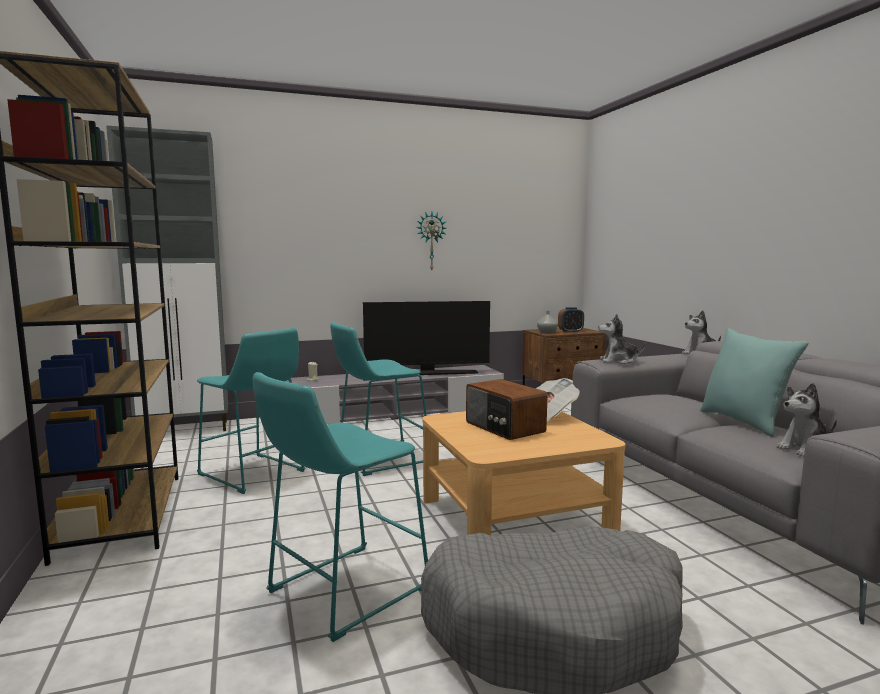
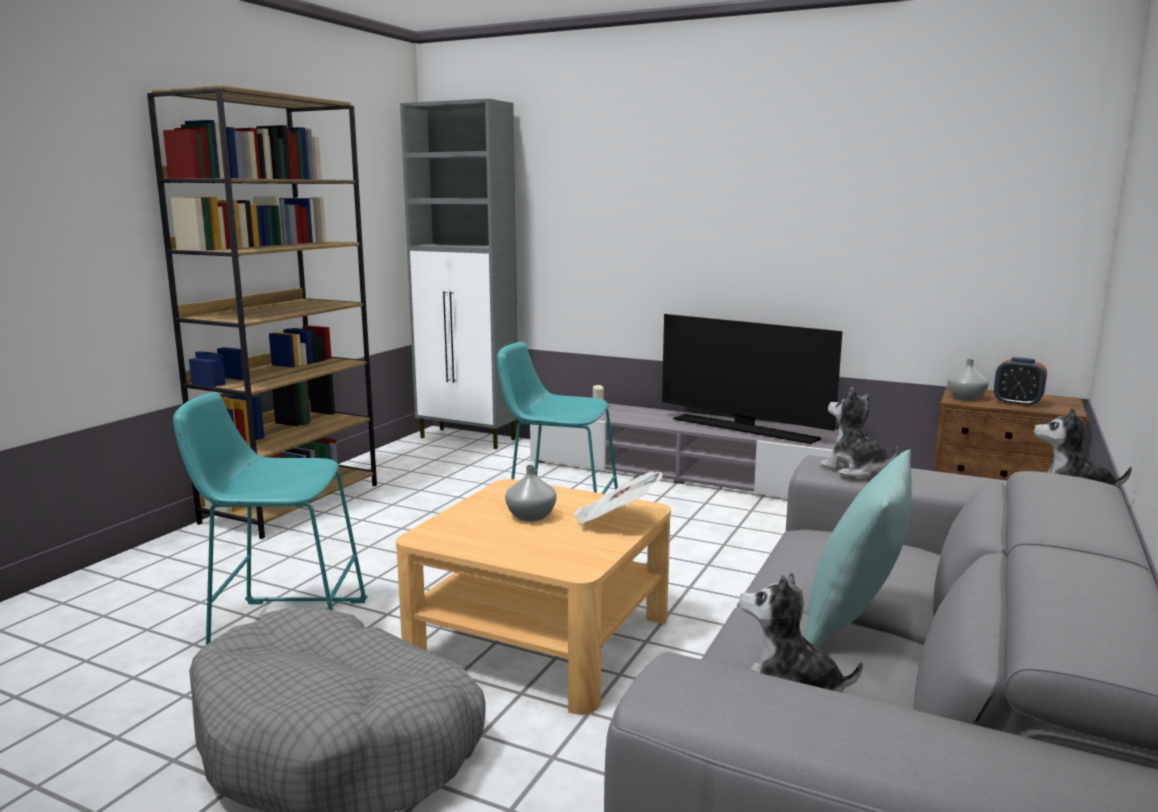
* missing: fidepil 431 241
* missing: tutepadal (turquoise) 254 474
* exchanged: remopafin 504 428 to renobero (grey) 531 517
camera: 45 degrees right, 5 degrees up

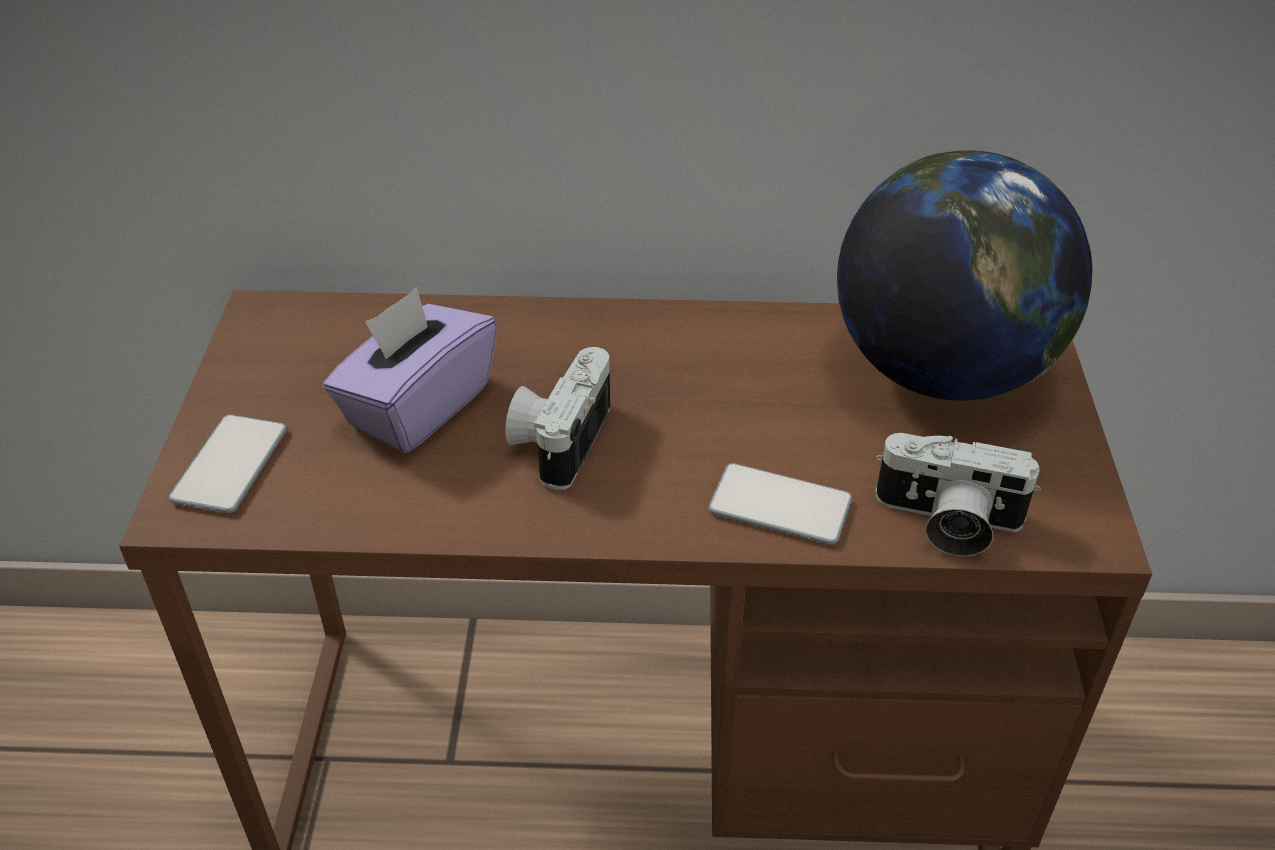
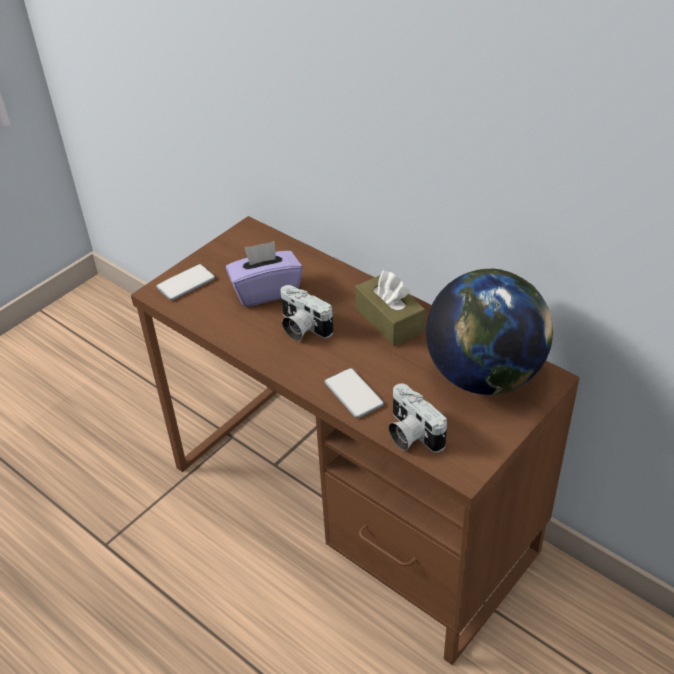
* spun: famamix 559 439 = 301 328 105 degrees counterclockwise
* appeared: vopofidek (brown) 389 320
camera: 40 degrees right, 0 degrees up

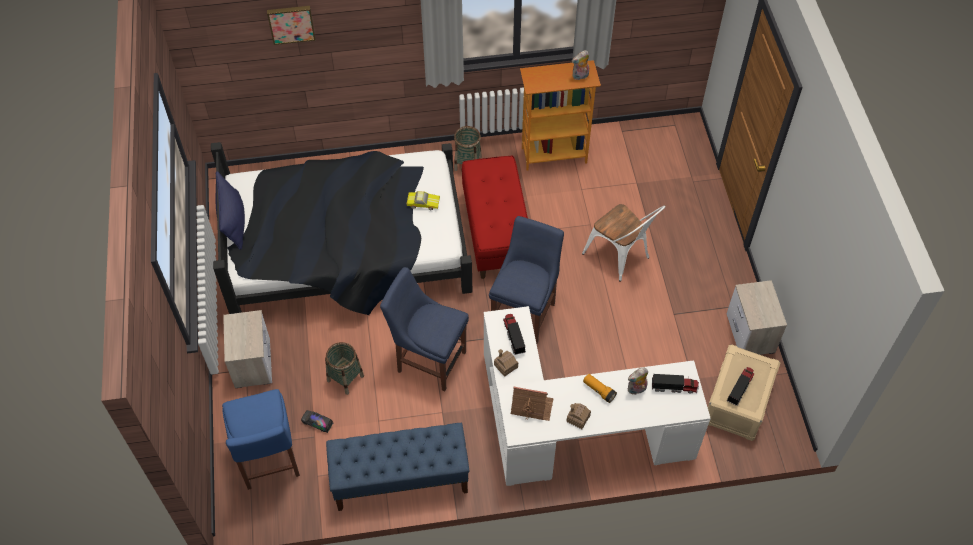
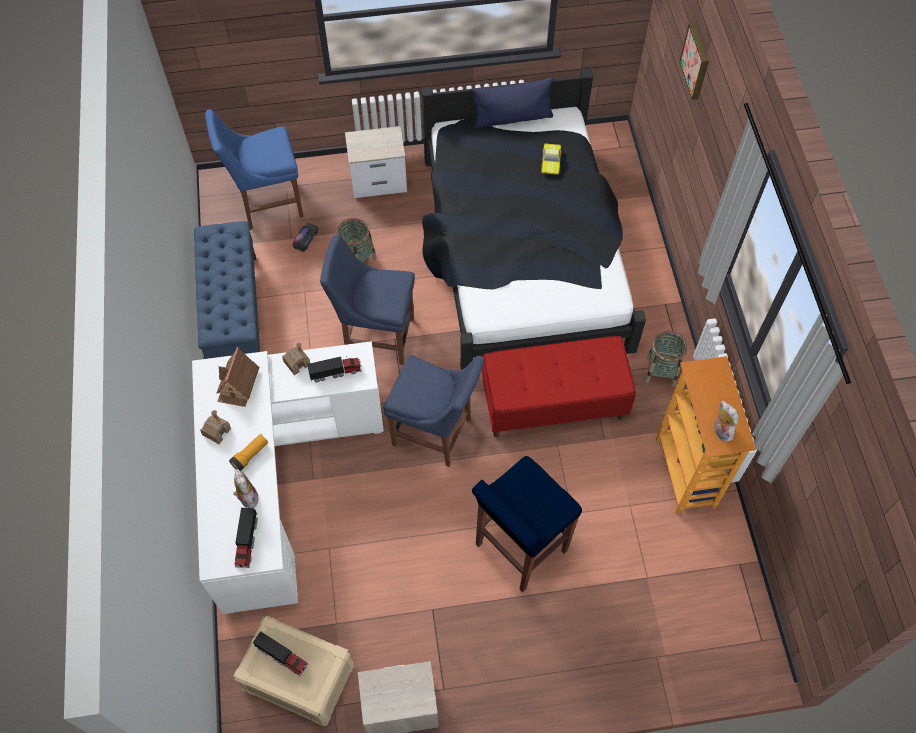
* relocated: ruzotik 423 202 to 551 162
* exchanged: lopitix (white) 620 258 to tutepadal (blue) 520 548
* spun: lopitix (blue) 428 360 = 375 335 105 degrees counterclockwise
camera: 90 degrees right, 5 degrees up

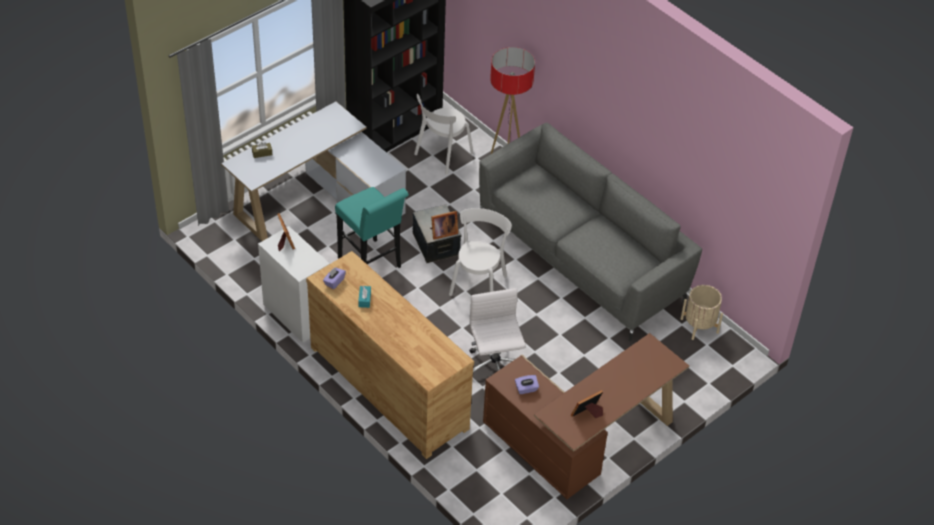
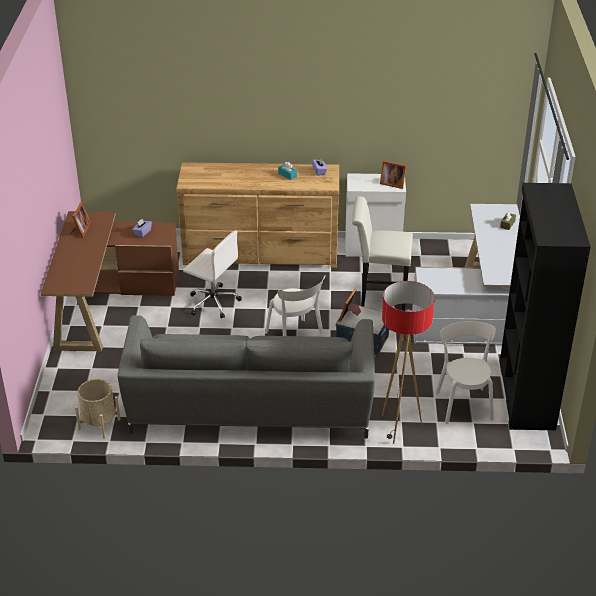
* colour: tutepadal (turquoise) 372 265 to tutepadal (white) 378 301
camera: 135 degrees right, 10 degrees down

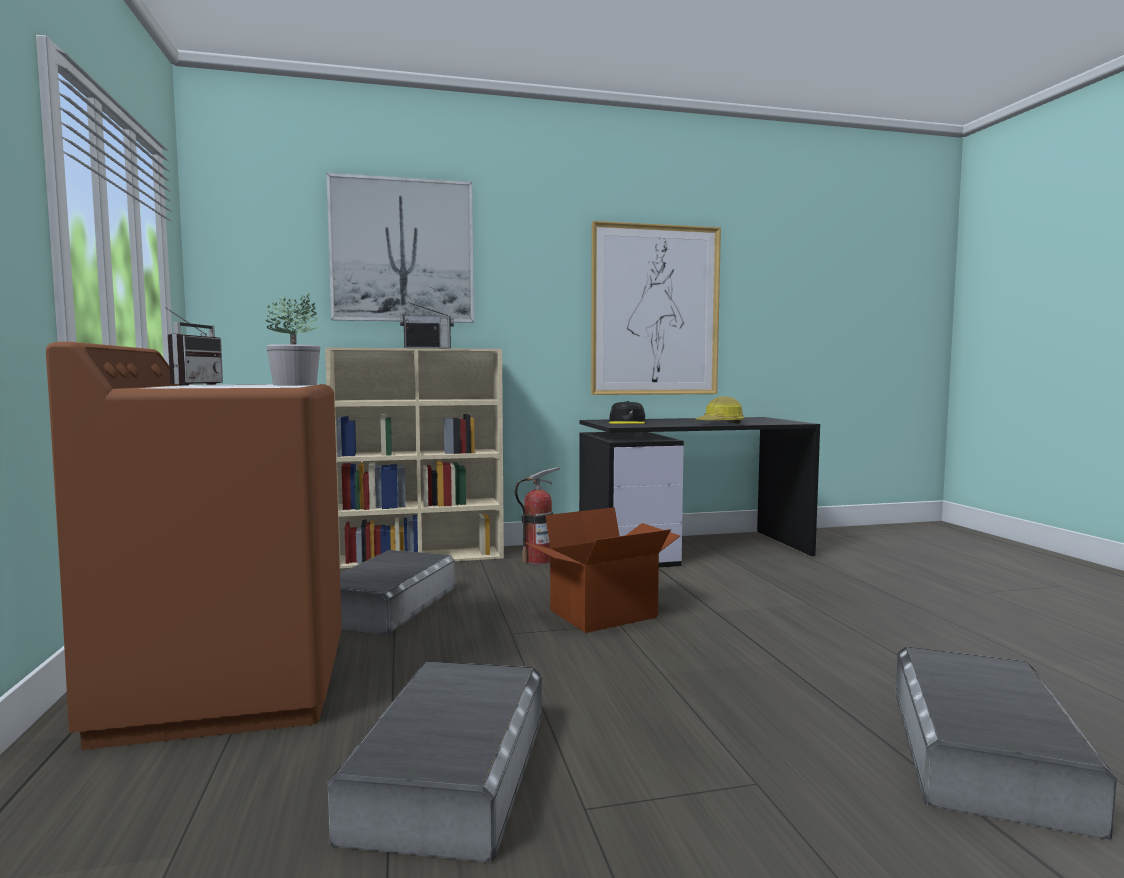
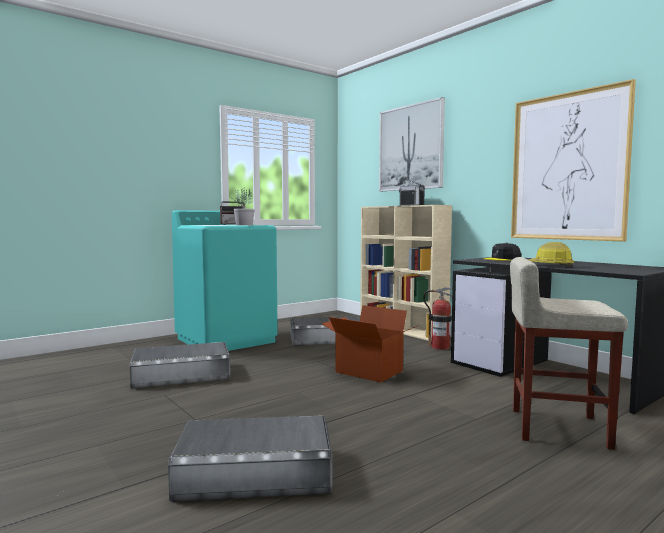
* colour: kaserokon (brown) 228 687 to kaserokon (turquoise) 226 340
* appeared: tutepadal (beige) 557 428
camera: 65 degrees right, 0 degrees up

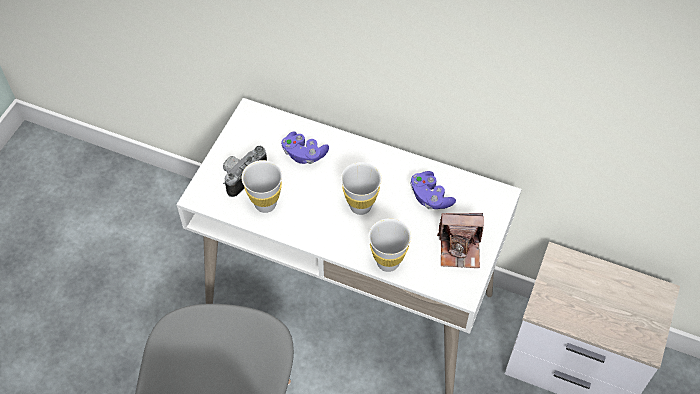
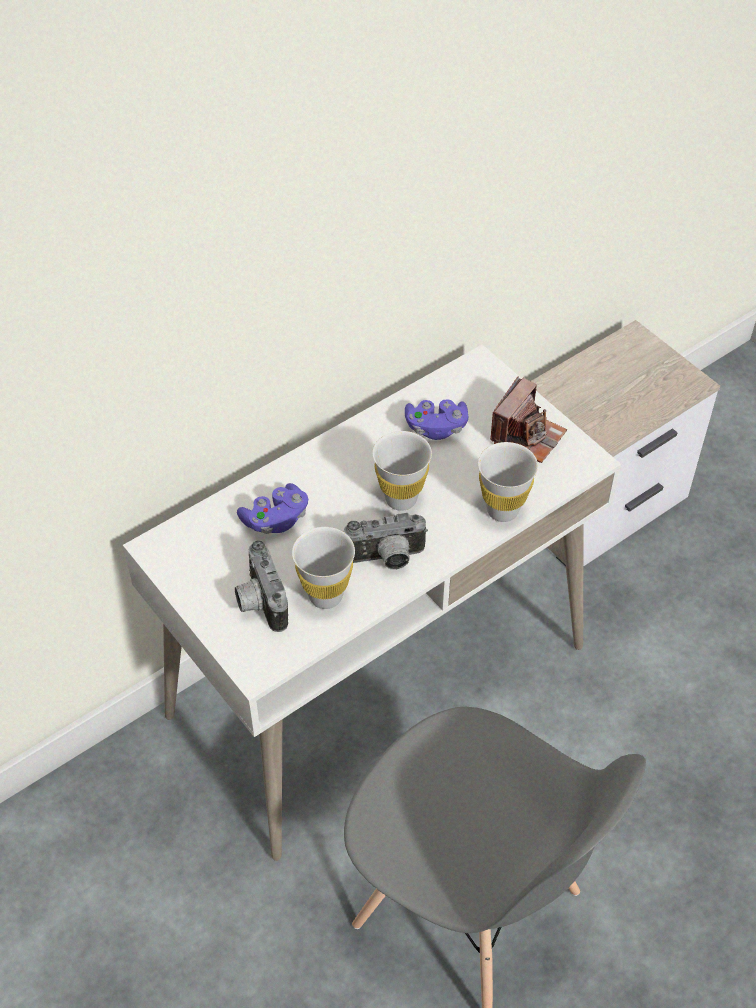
* appeared: famamix 386 559
camera: 60 degrees left, 5 degrees down

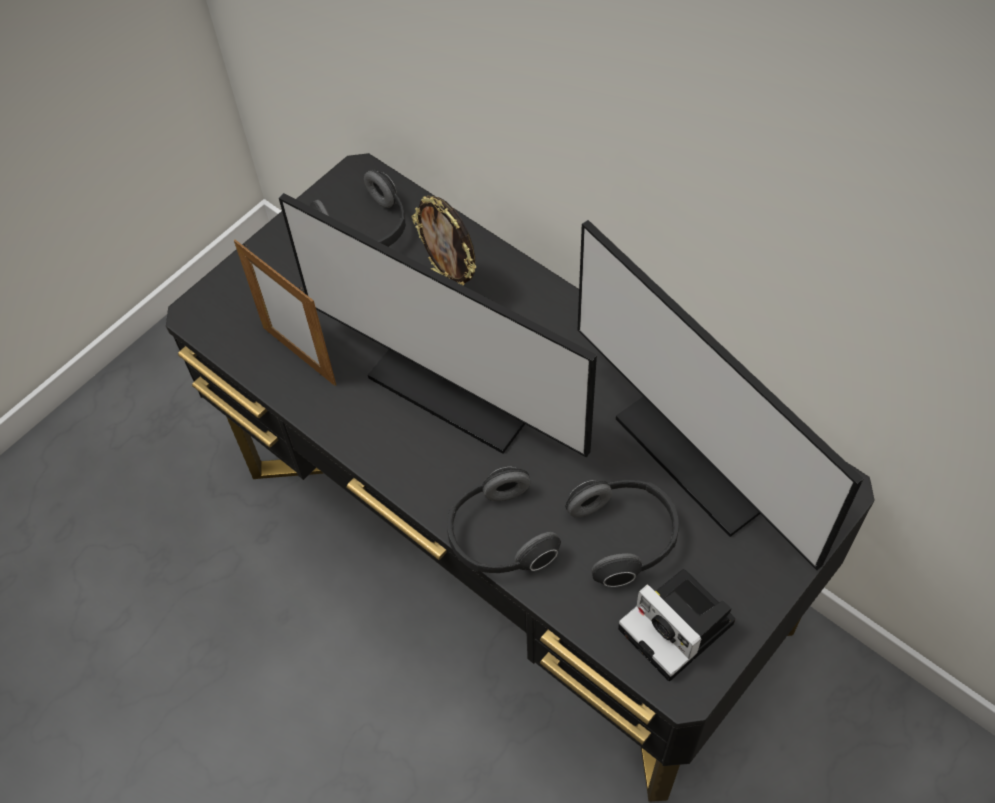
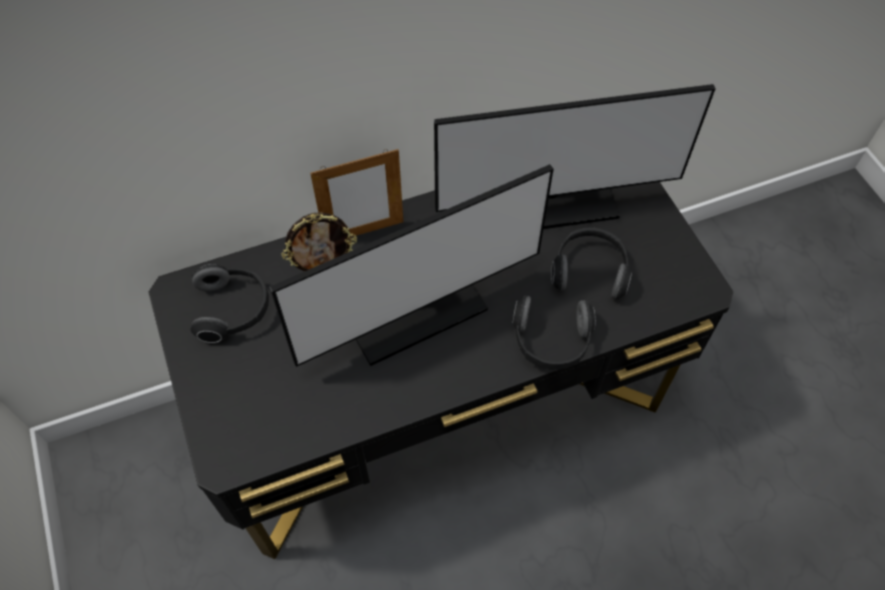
* relocated: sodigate 299 356 to 364 232
* missing: famamix 680 628
camera: 65 degrees left, 0 degrees up

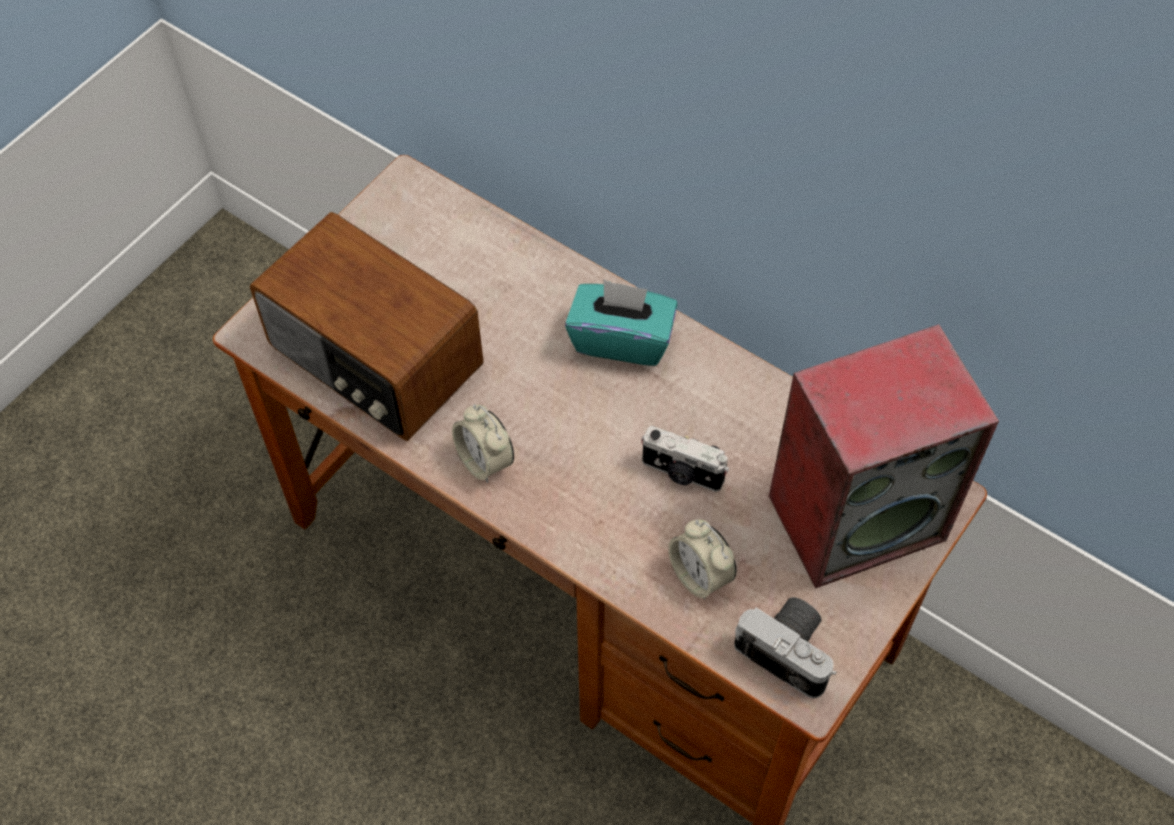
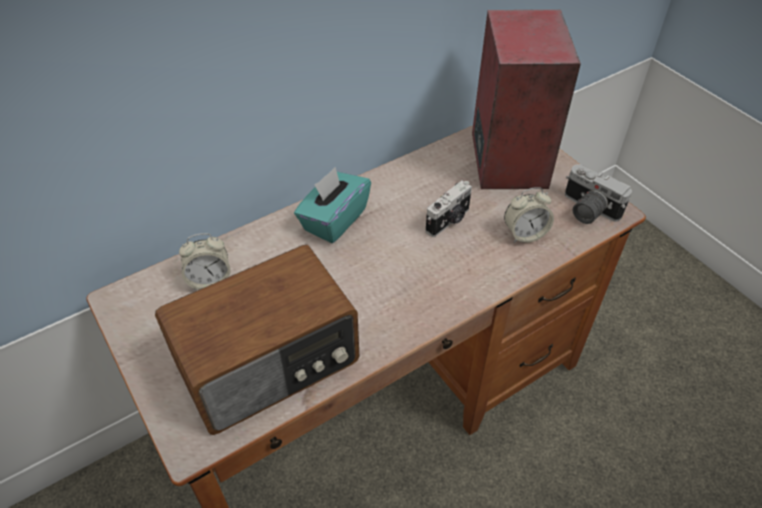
* relocated: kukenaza 485 461 to 210 280
* spun: famamix 790 650 = 586 210 105 degrees counterclockwise
camera: 70 degrees left, 10 degrees down

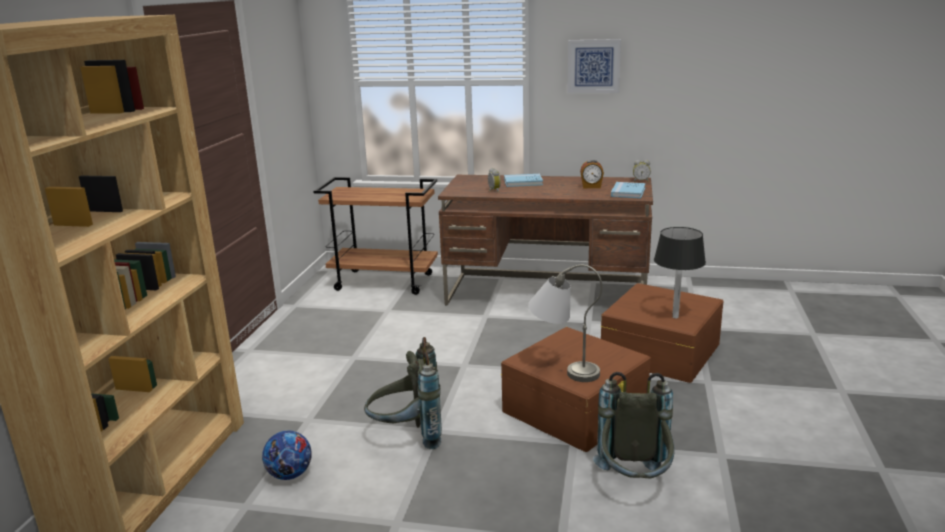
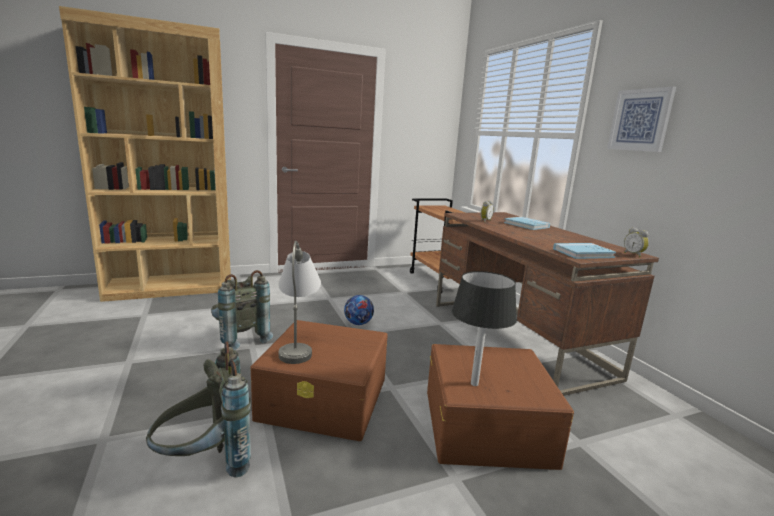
* missing: kukenaza 591 186
* relocated: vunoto 290 474 to 358 323
camera: 55 degrees right, 5 degrees down

